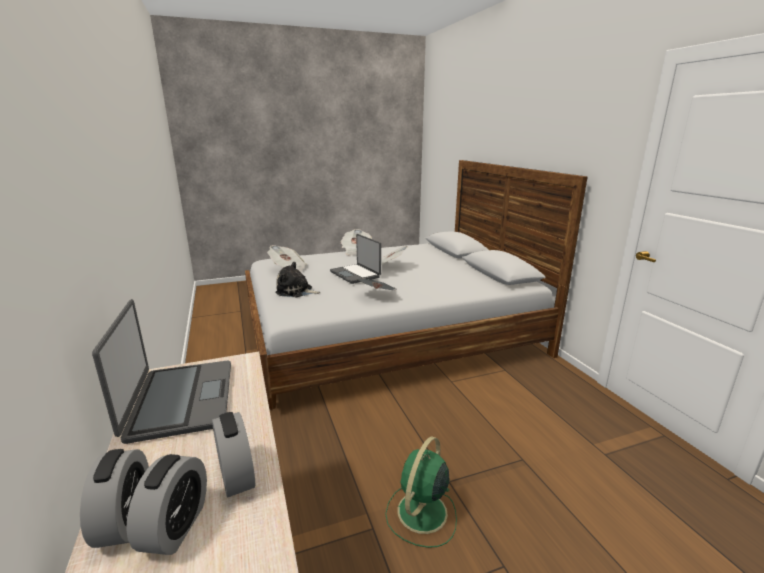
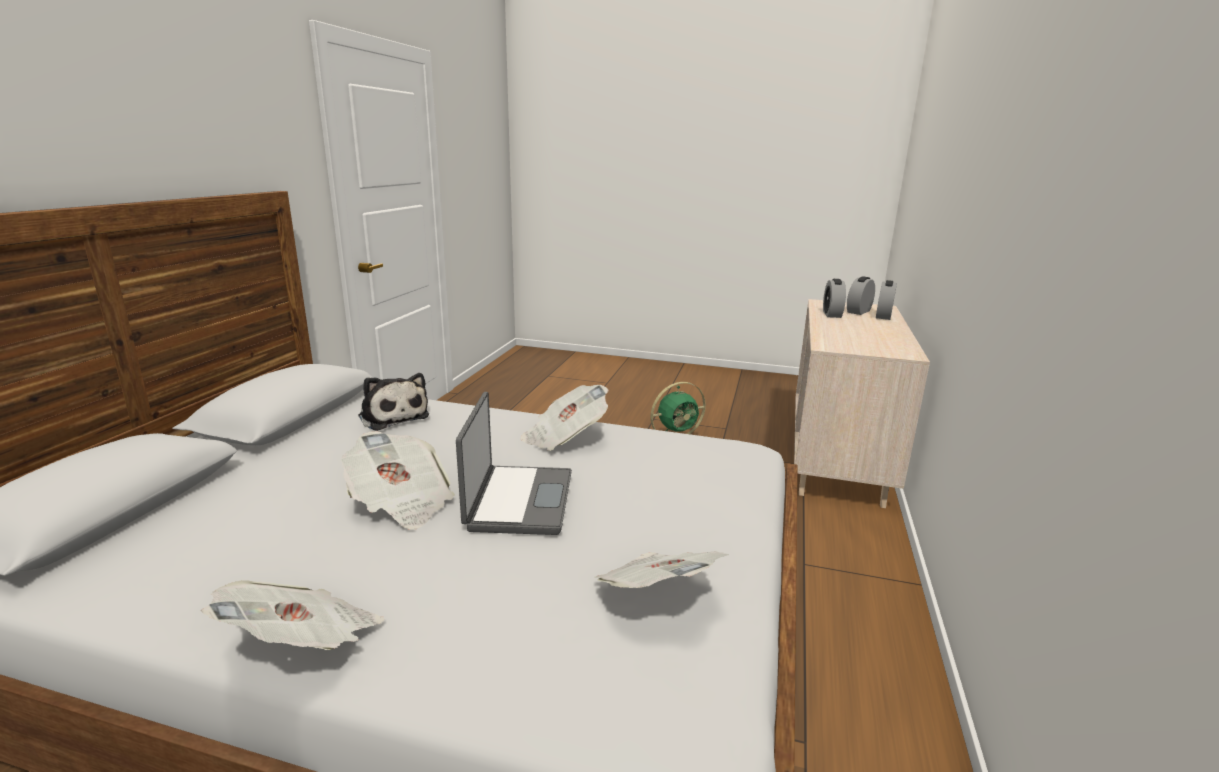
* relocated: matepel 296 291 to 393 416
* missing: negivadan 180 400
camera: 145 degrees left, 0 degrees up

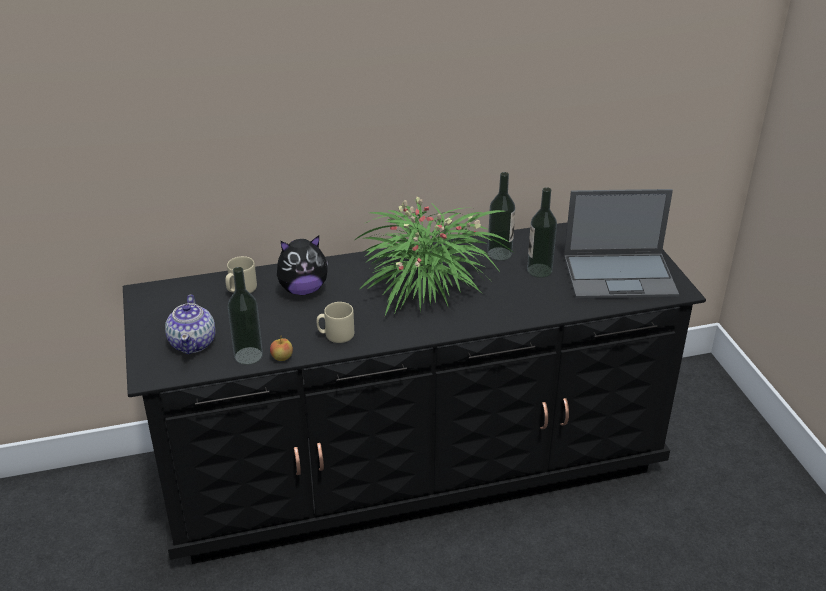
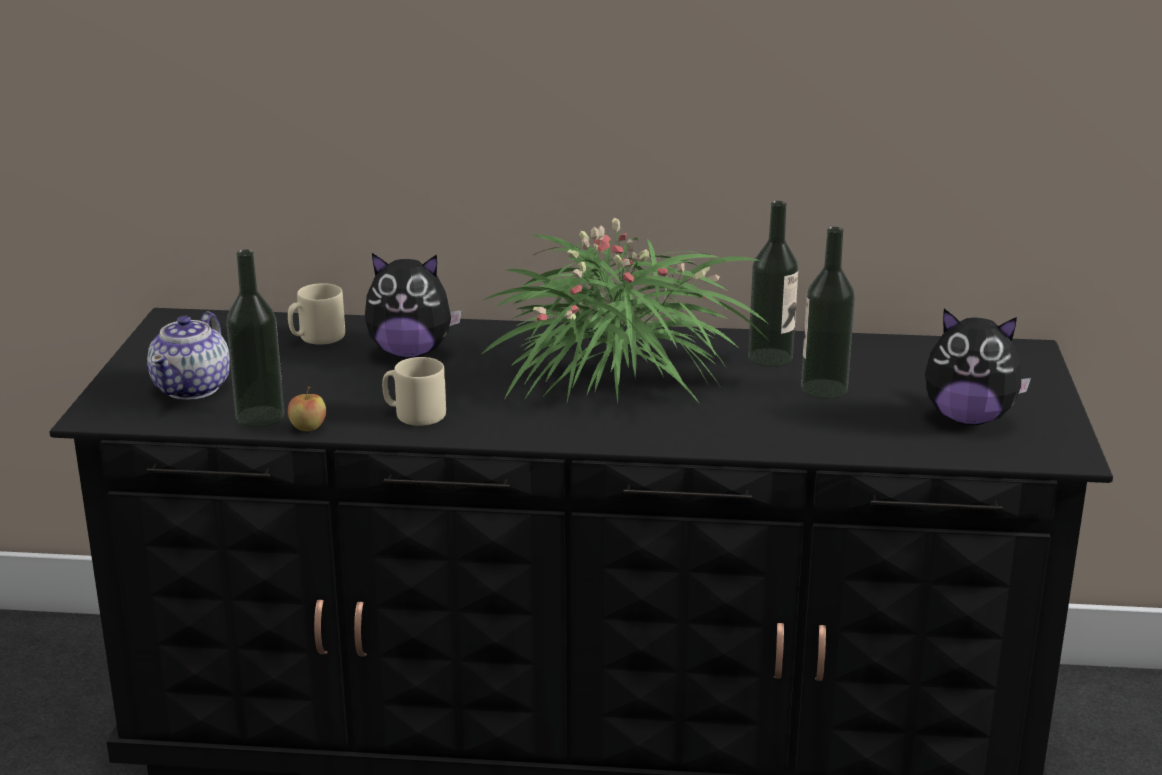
* exchanged: negivadan 620 275 to matepel 969 418
camera: 20 degrees right, 10 degrees down

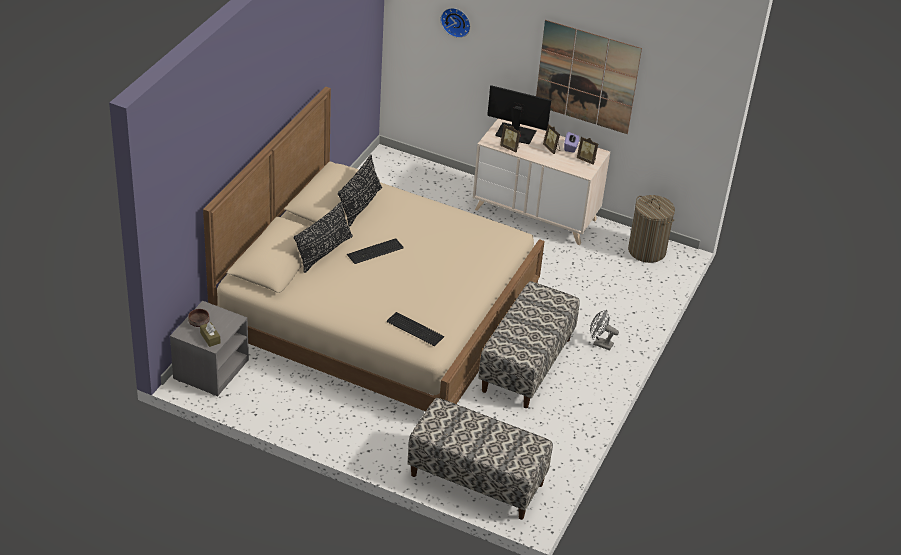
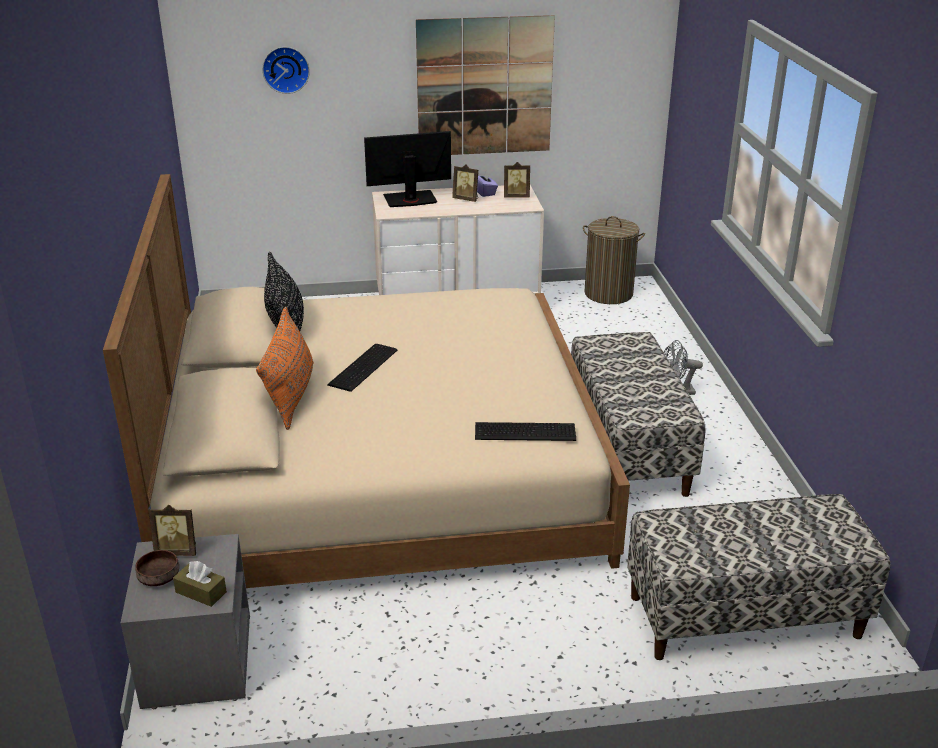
* relocated: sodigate 510 147 to 178 551
* colour: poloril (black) 324 252 to poloril (orange) 291 395
camera: 30 degrees left, 10 degrees down

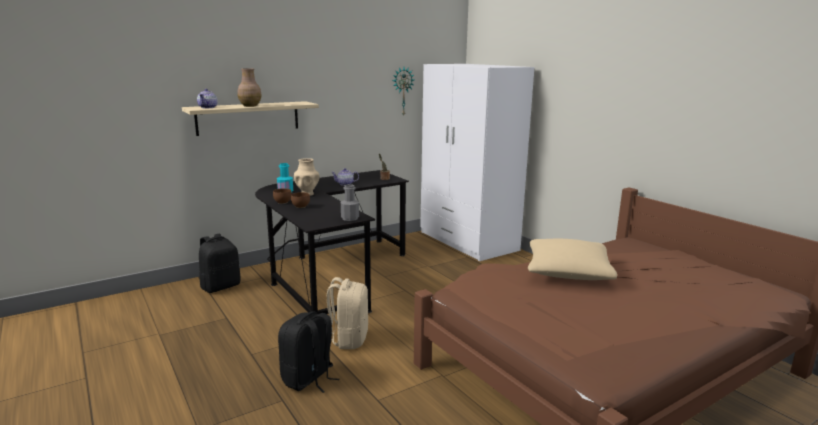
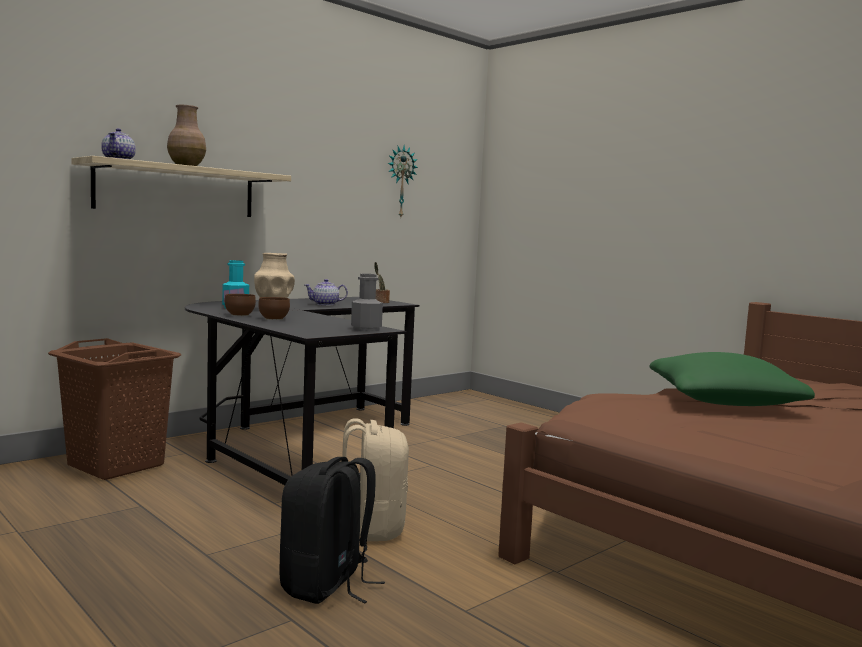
* missing: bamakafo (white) 467 241
* exchanged: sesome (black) 221 286 to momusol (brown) 116 465
* colour: poloril (beige) 568 272 to poloril (green) 723 402
camera: 10 degrees left, 10 degrees down

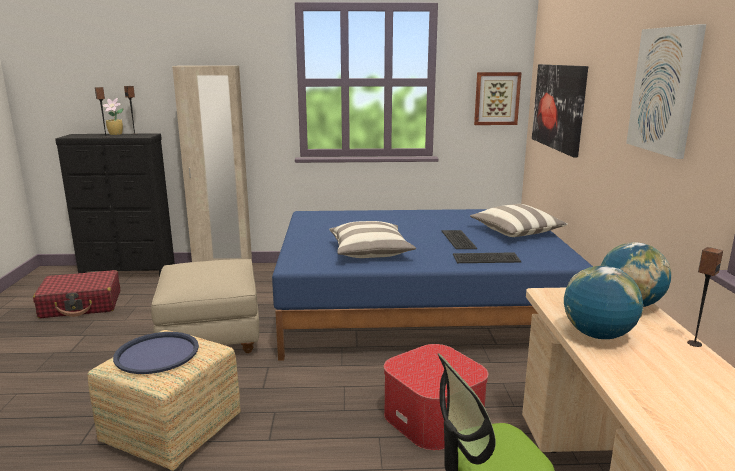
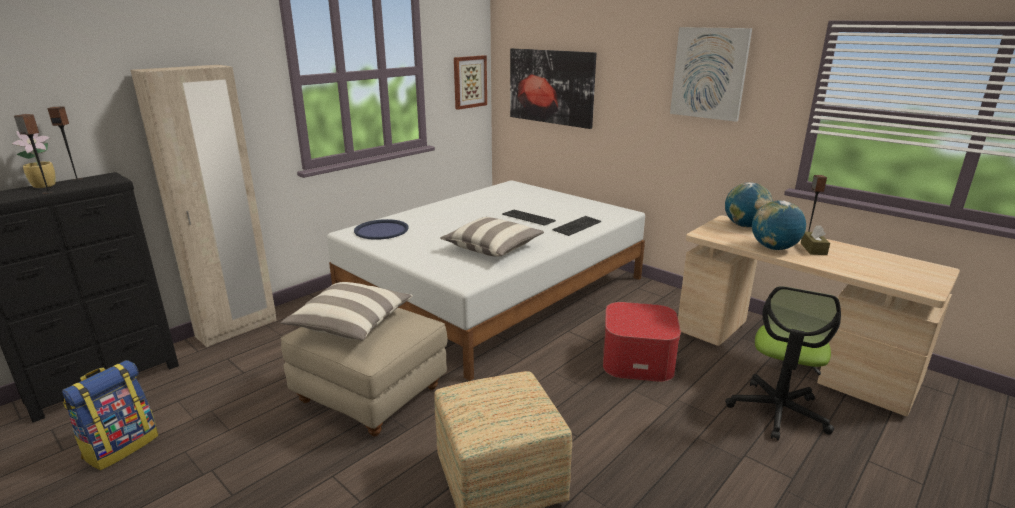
* relocated: poloril 516 232 to 351 324
* colour: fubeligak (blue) 420 307 to fubeligak (white) 495 290
* exchanged: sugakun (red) 81 305 to sesome 121 446
* relocated: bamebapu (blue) 157 354 to 381 230
* appeared: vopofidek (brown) 813 249
camera: 45 degrees left, 5 degrees up

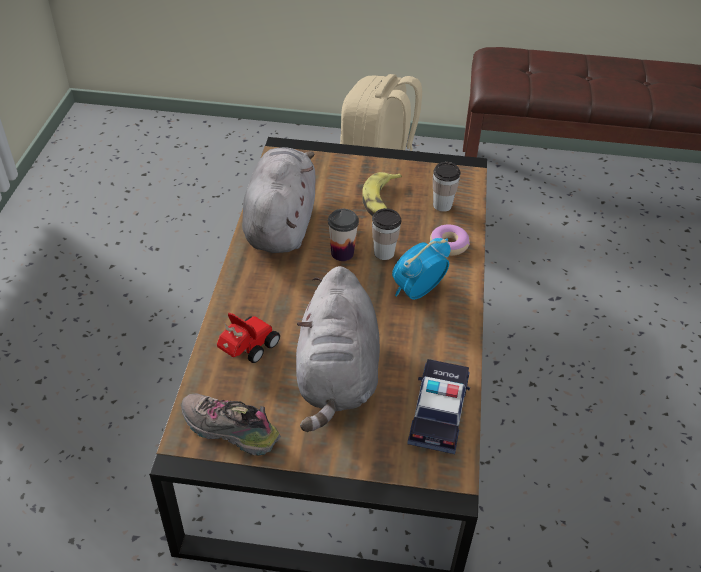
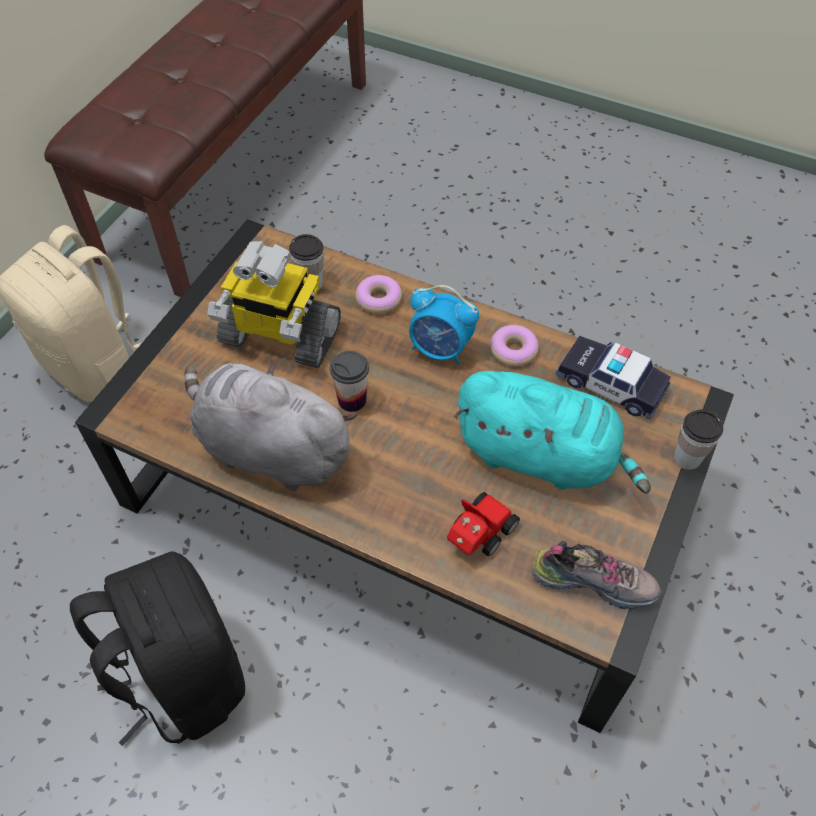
* exchanged: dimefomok 382 202 to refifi 279 336
* relocated: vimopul 384 253 to 687 458
* spun: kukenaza 417 291 = 440 349 45 degrees counterclockwise
* colour: matepel (grey) 337 376 to matepel (turquoise) 542 456
* spun: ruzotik 246 350 = 478 536 75 degrees clockwise
* spun: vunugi 228 431 = 594 580 120 degrees counterclockwise
* appeared: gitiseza 513 350
* appeared: sesome (black) 182 677
camera: 70 degrees left, 10 degrees up

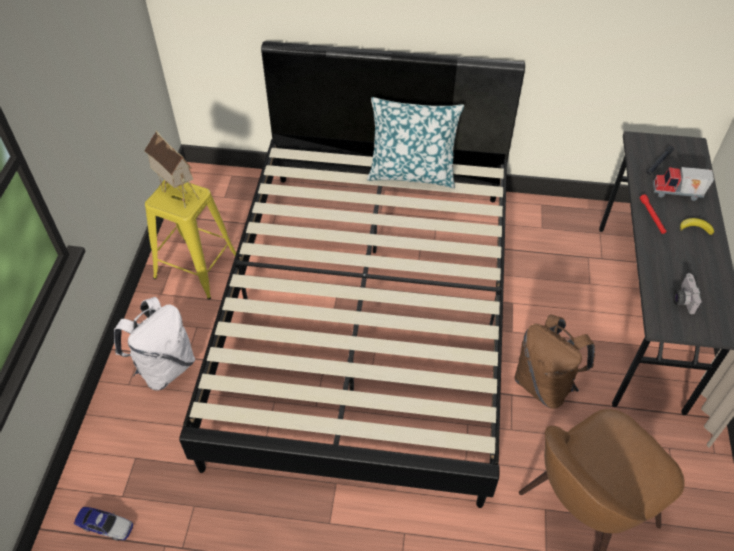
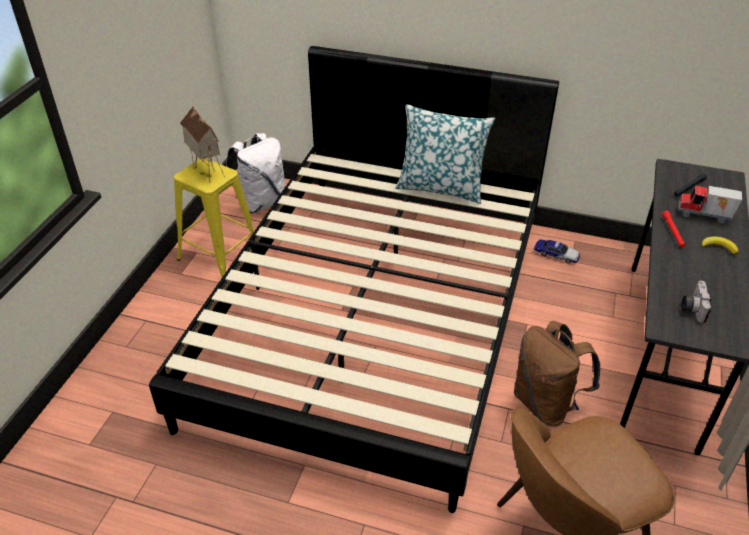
* relocated: sesome (white) 165 367 to 261 202
* relocated: ruzotik 105 525 to 556 254
camera: 10 degrees right, 10 degrees down

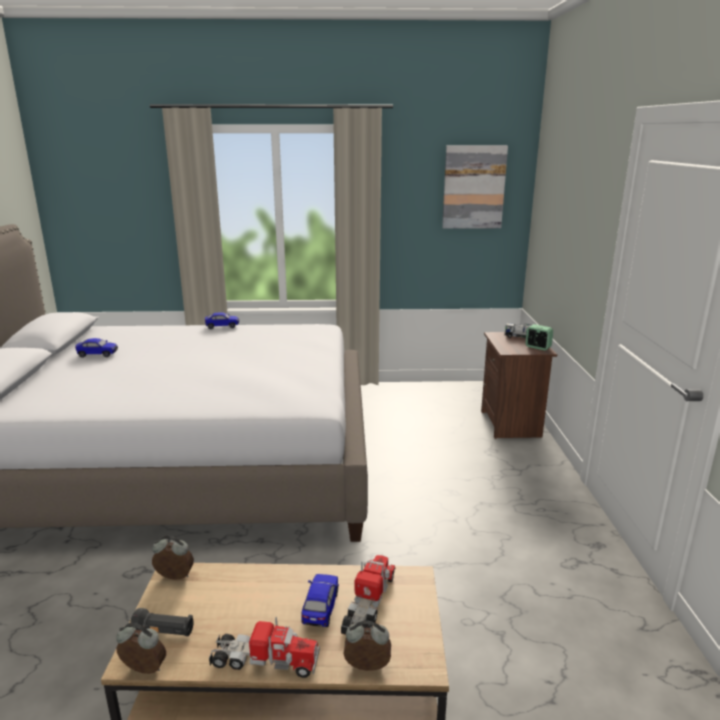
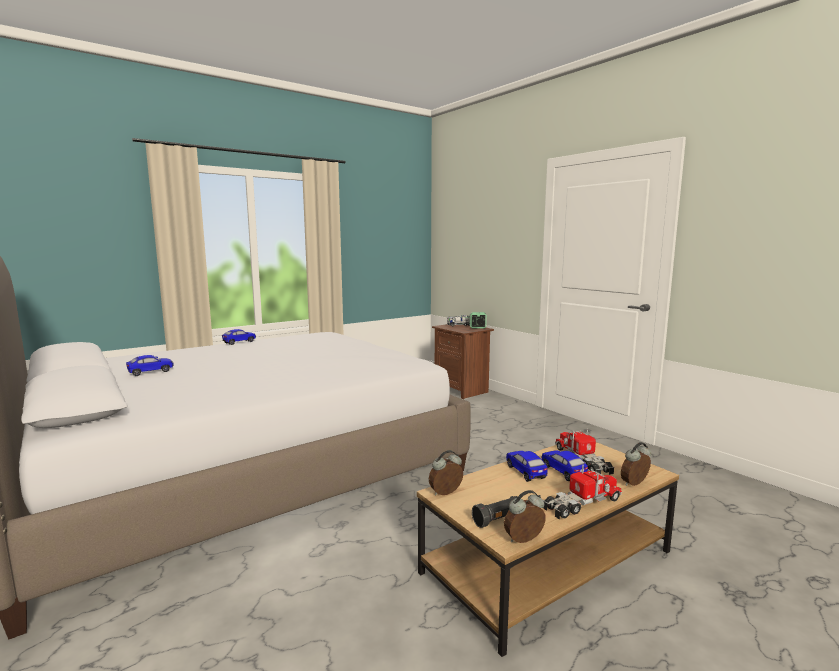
* missing: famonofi 473 187
* appeared: ruzotik 525 472
camera: 35 degrees left, 10 degrees down

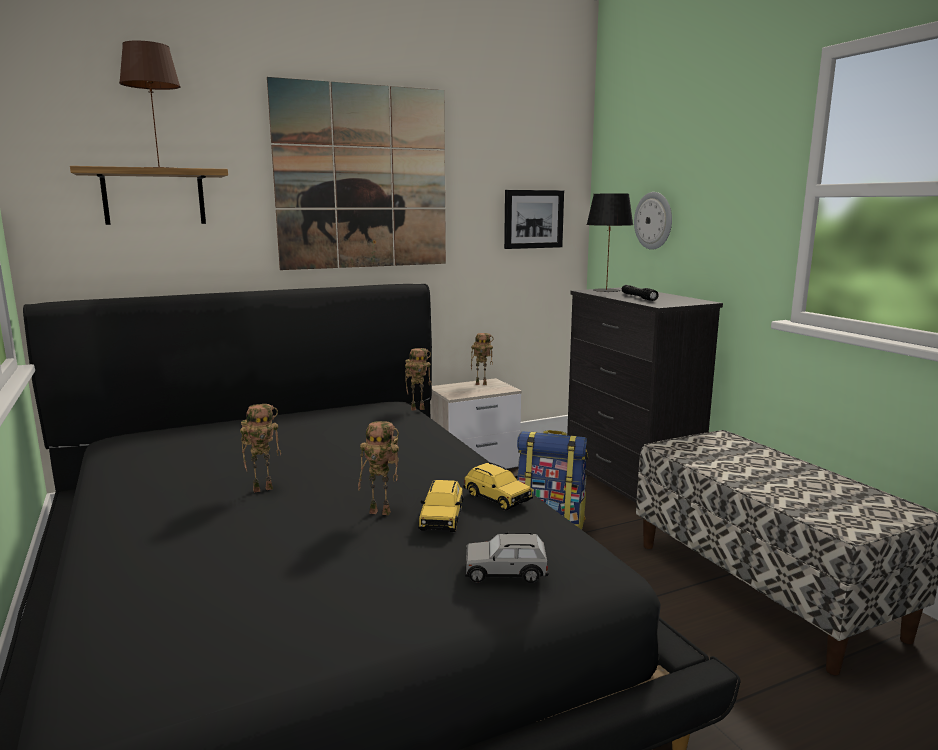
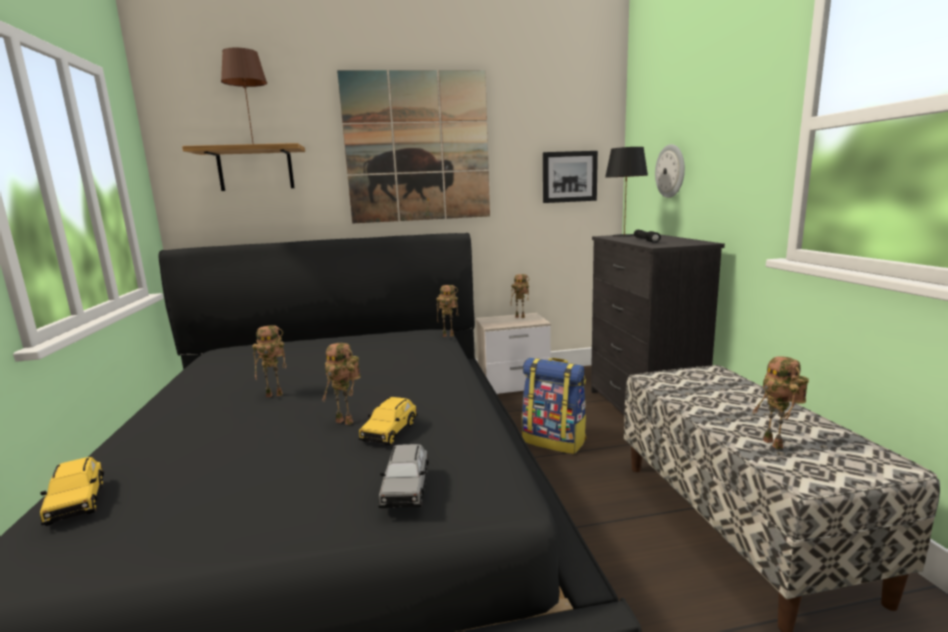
* relocated: ruzotik (yellow) 497 498 to 77 503
* spun: ruzotik (grey) 506 572 = 406 489 105 degrees counterclockwise
* appeared: refifi 776 444
camera: 15 degrees right, 0 degrees up

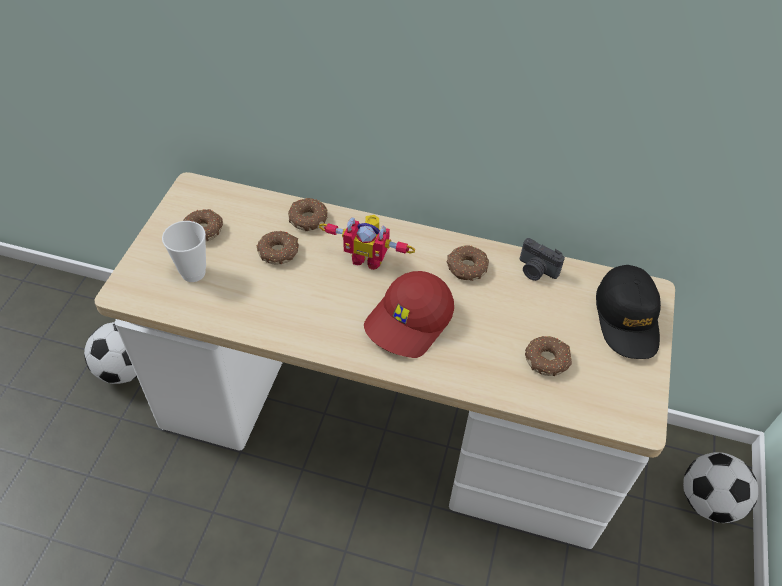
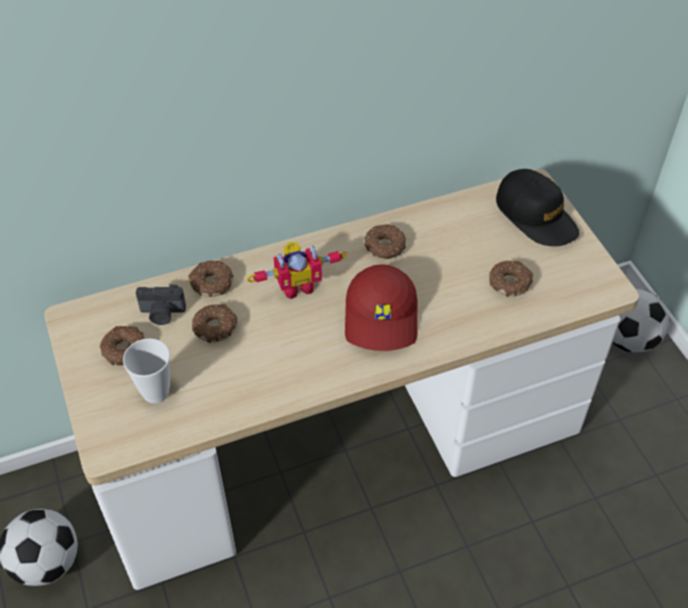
* relocated: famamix 536 271 to 162 314
camera: 35 degrees left, 0 degrees up

